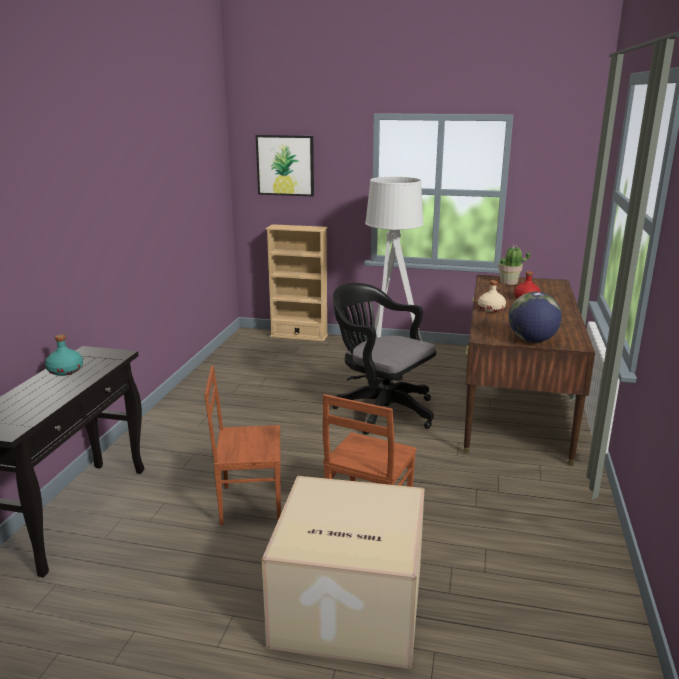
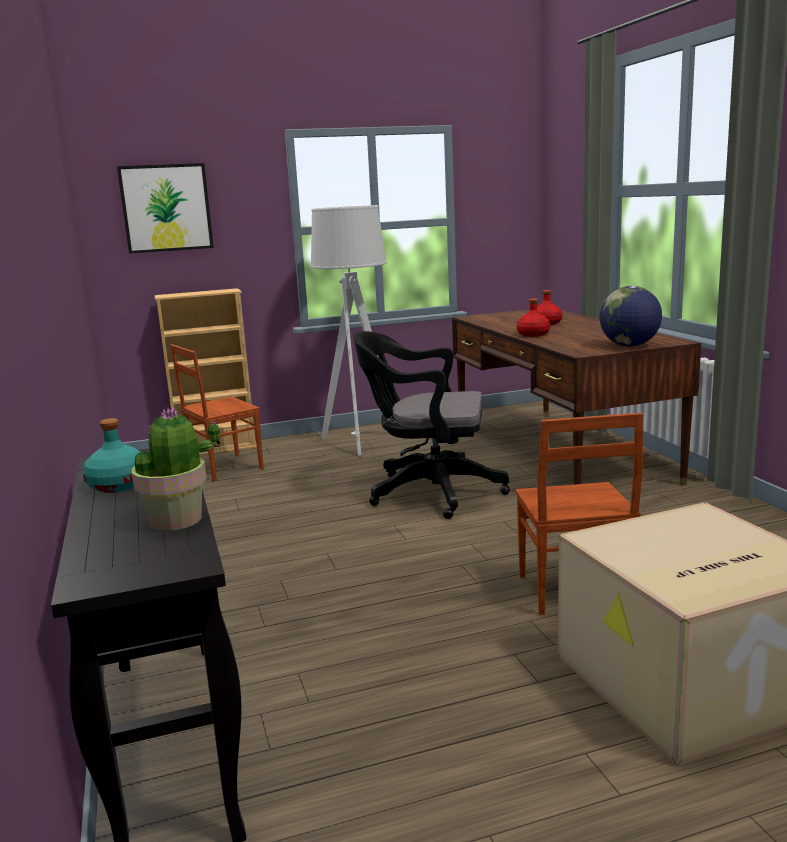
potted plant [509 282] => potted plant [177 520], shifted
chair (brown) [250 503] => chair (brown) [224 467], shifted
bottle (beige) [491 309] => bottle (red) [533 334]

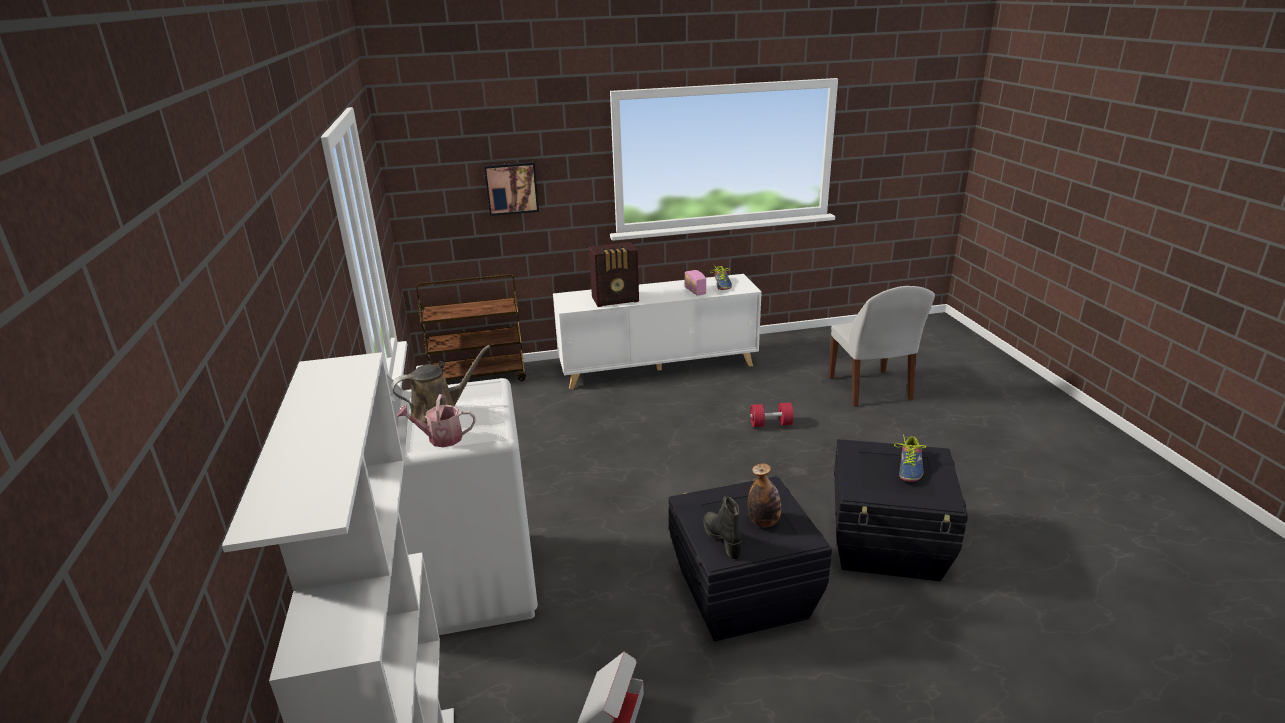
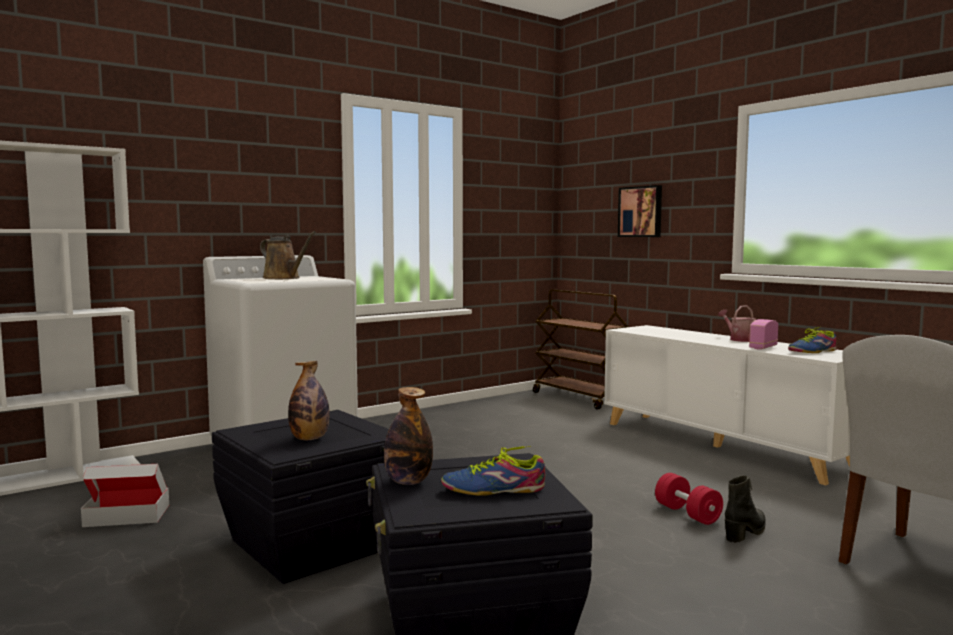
nothing => bottle [408 481]
watering can [440 438] => watering can [739 339], shifted
boot (black) [722 539] => boot (black) [746 532], shifted
radio [616 300] => nothing

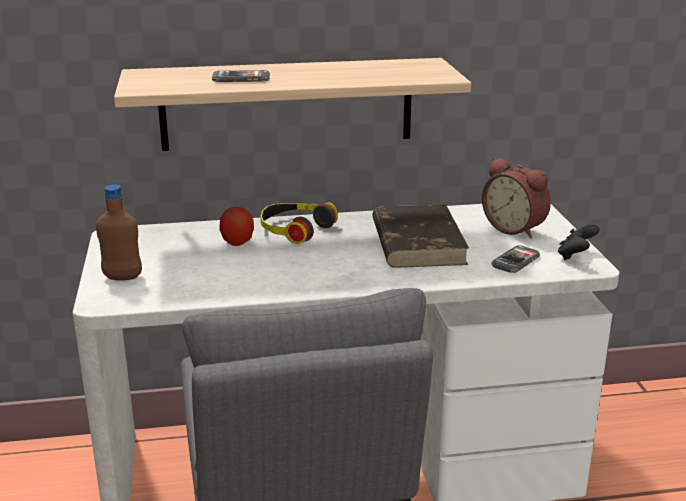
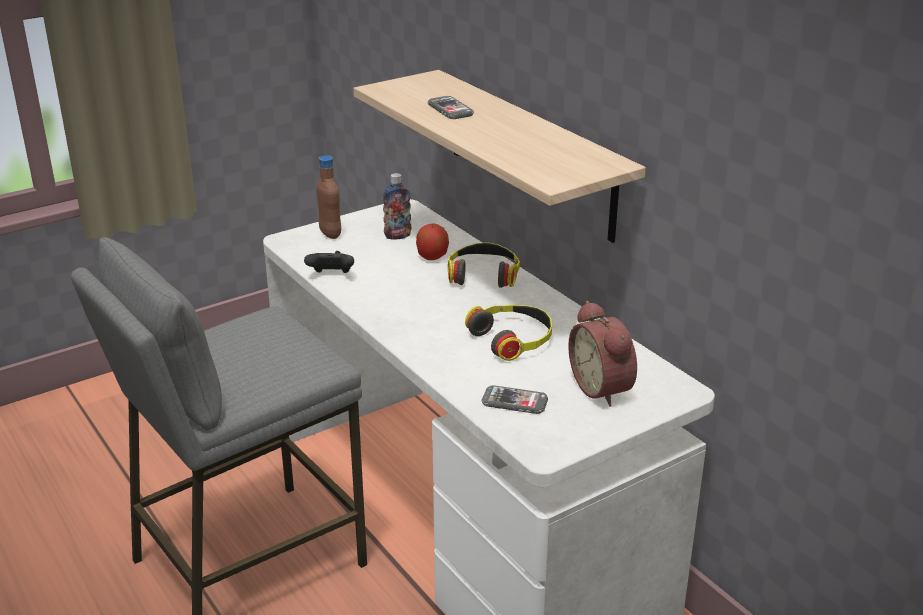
game controller (black) [575 256] => game controller (black) [331 276], shifted
nothing => bottle [397 236]
book (brown) [417 241] => headphones [513 338]
alarm clock [515 228] => alarm clock [604 388], 45 degrees counterclockwise

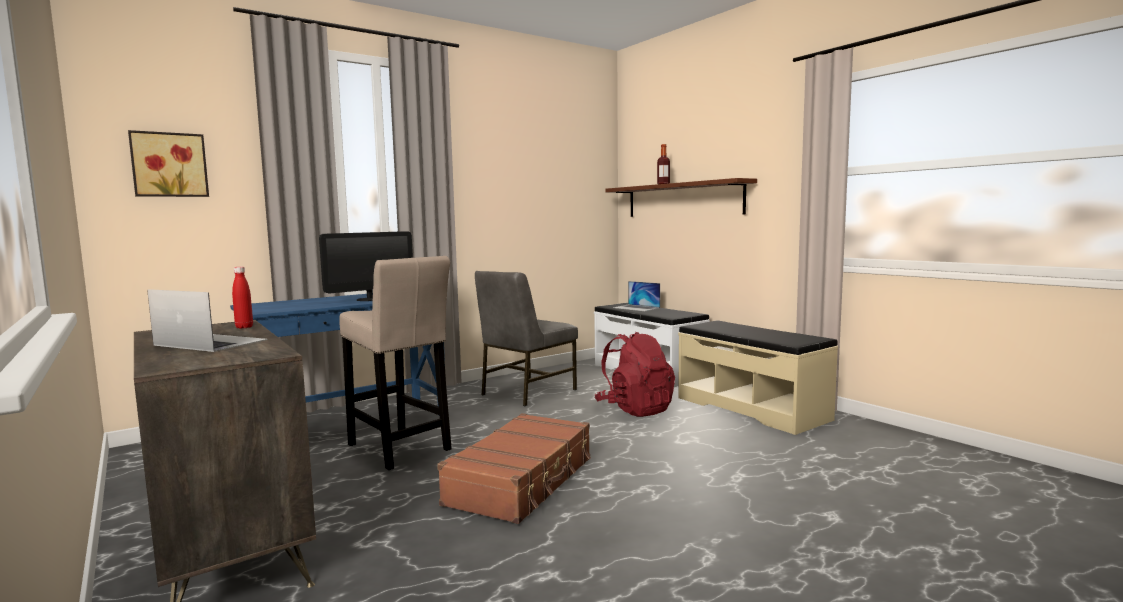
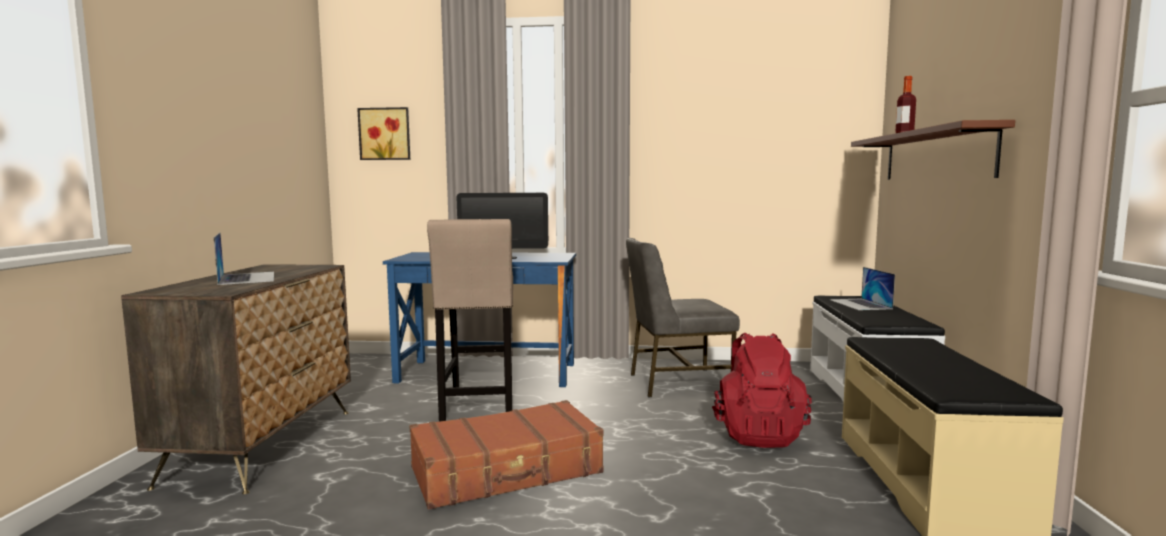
bottle (red) [244 327] => nothing

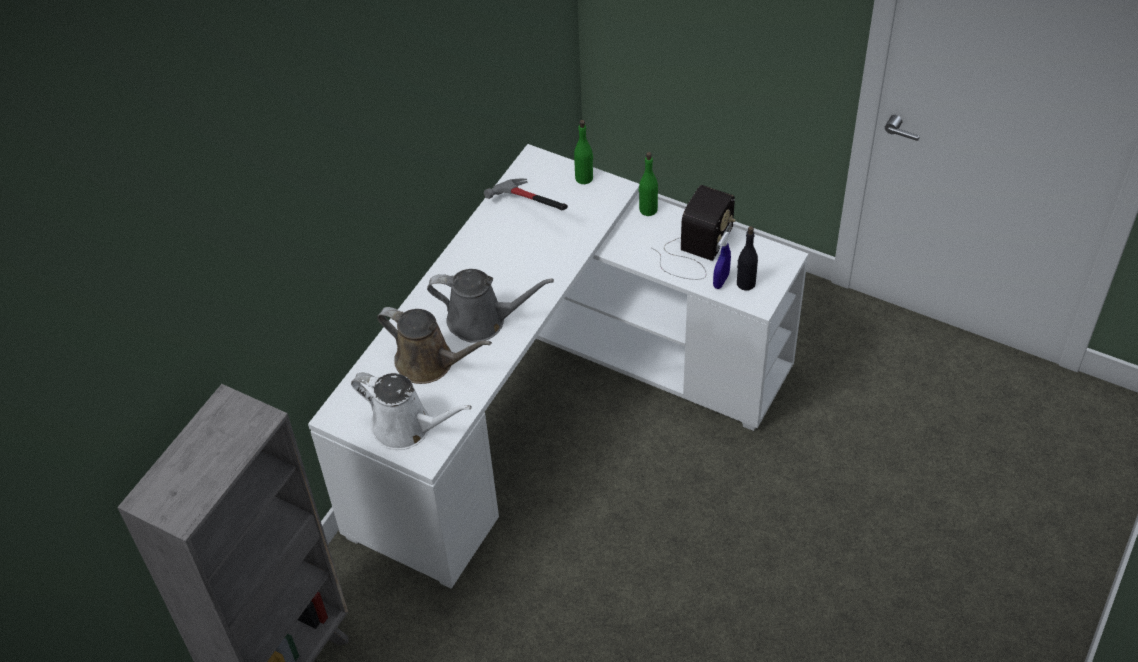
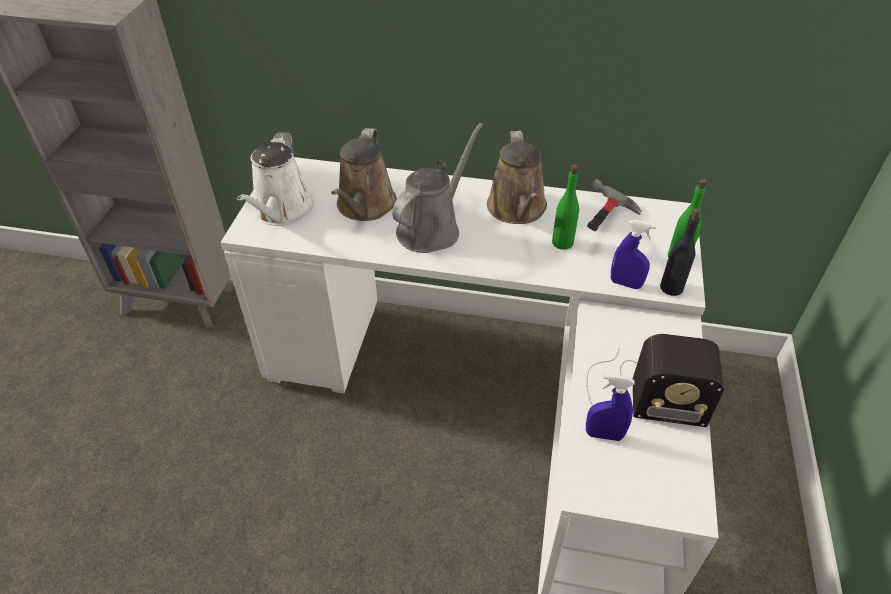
watering can (grey) [482 320] => watering can (grey) [432 228], 135 degrees counterclockwise
nothing => watering can (brown) [517 209]
bottle (green) [648 209] => bottle (green) [562 242], shifted
nothing => spray bottle (blue) [625 283]
bottle (black) [745 283] => bottle (black) [671 287], shifted

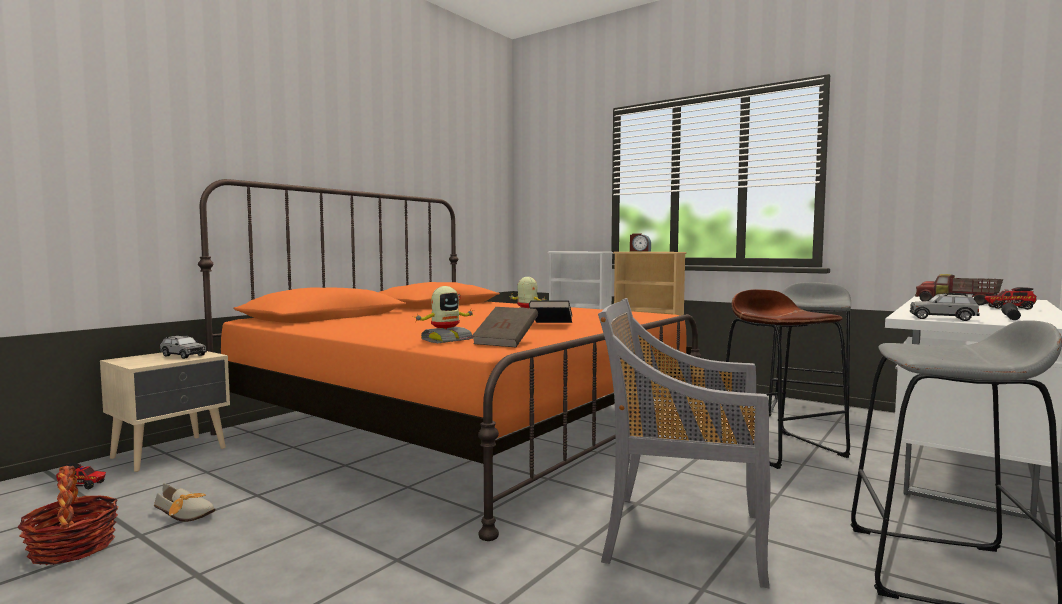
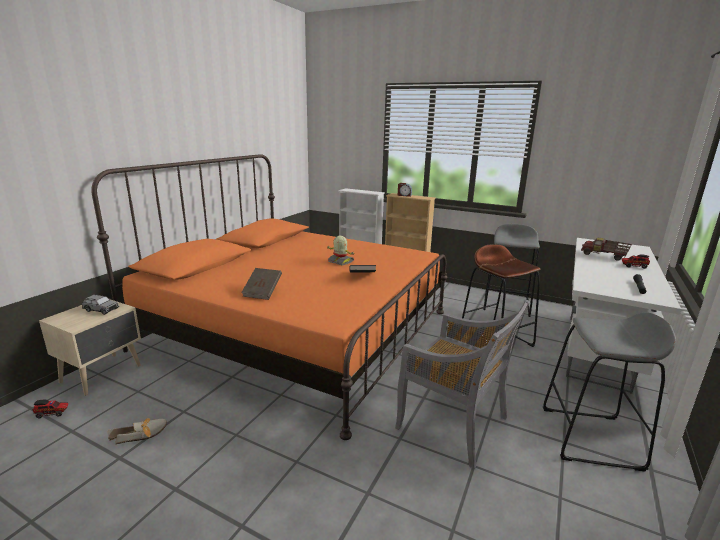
shoe [187 514] => shoe [143 434], 45 degrees counterclockwise
book (brown) [506 342] => book (brown) [262 292], shifted
chair (grey) [680 536] => chair (grey) [454 424], 150 degrees counterclockwise
basket [72 548] => nothing
toy robot [446 340] => nothing
toy car (grey) [942 318] => nothing

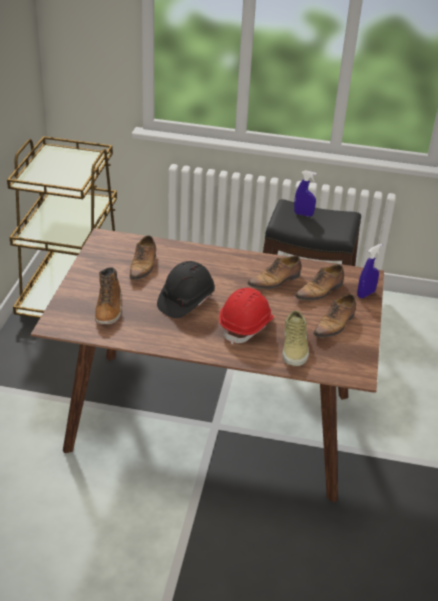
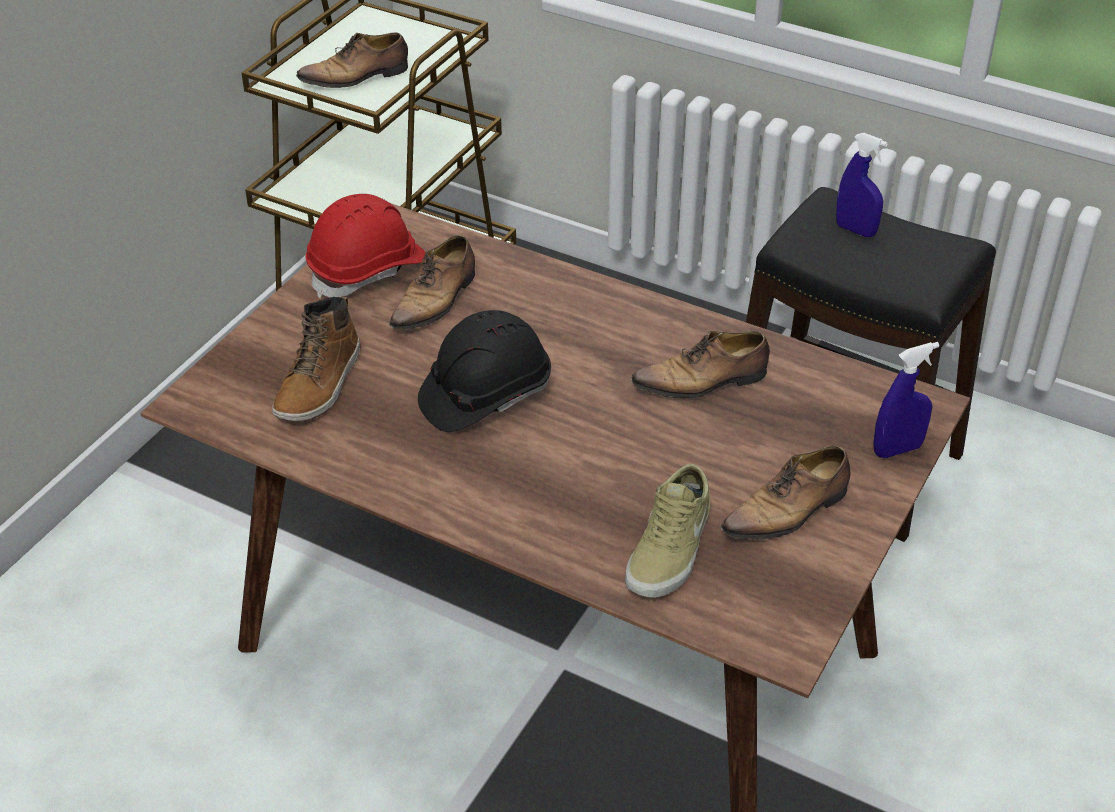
shoe [320 291] => shoe [357 77], shifted
hard hat (red) [246 326] => hard hat (red) [368 270], shifted

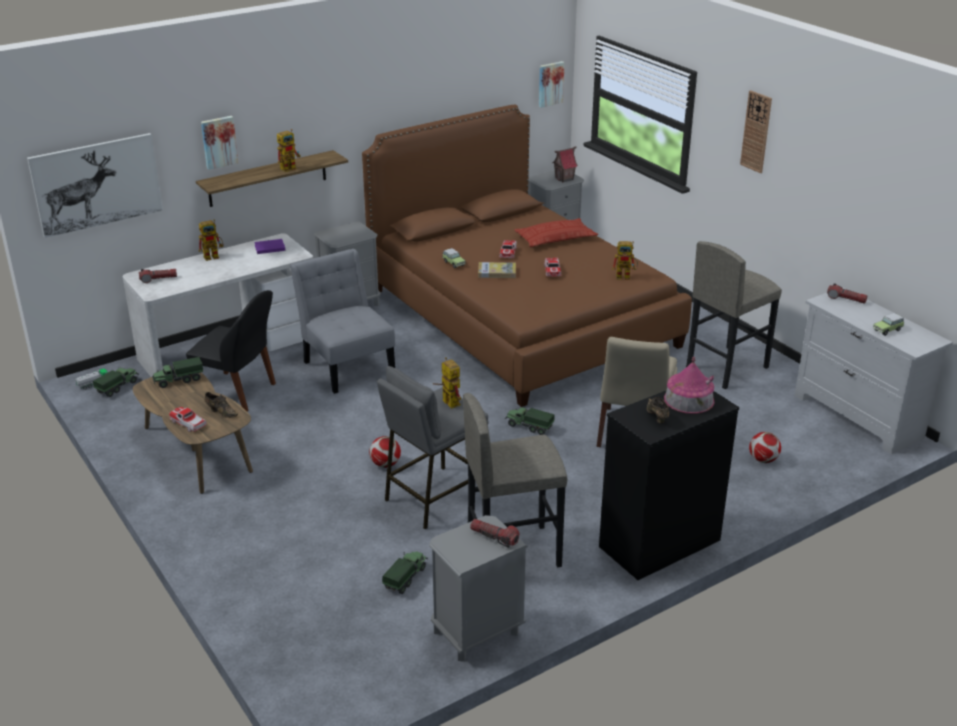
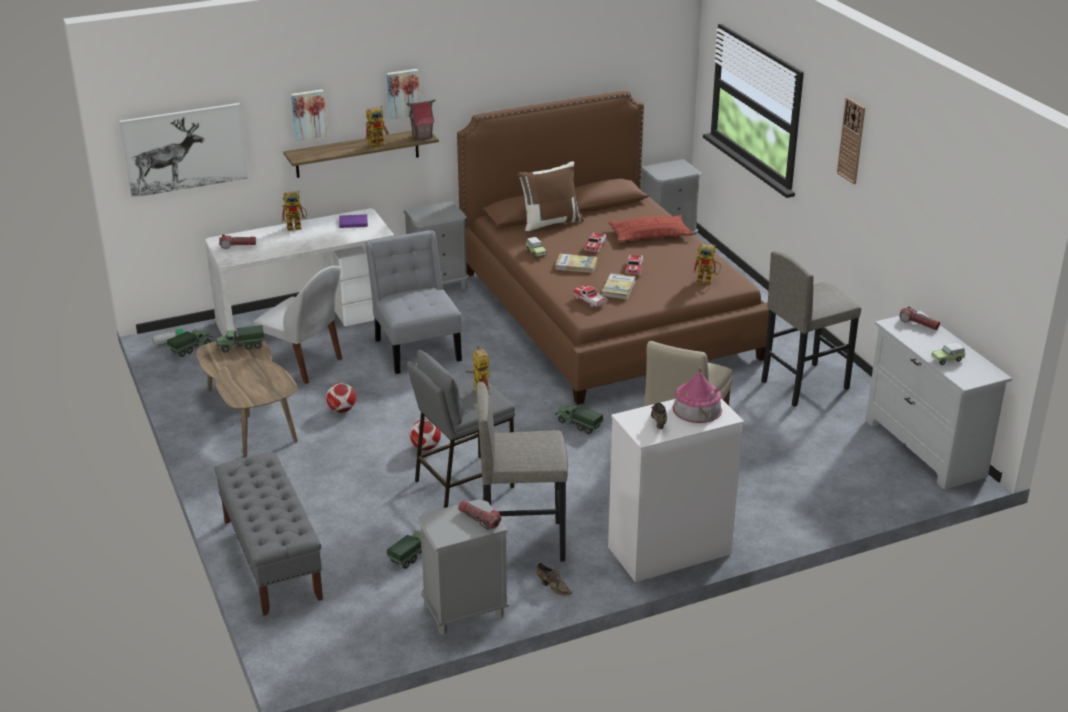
nothing => bench (grey) [271 558]
chair (black) [238 392] => chair (white) [303 364]
football [763 460] => football [341 410], shifted
picture [550 83] => picture [402 93], shifted
toy house [564 179] => toy house [422 136], shifted
nothing => pillow (brown) [550 223]
shoe (brown) [221 412] => shoe (brown) [552 586], shifted
toy car [188 423] => toy car [590 300], shifted
nothing => book [618 288]
dresser (black) [659 544] => dresser (white) [668 551]

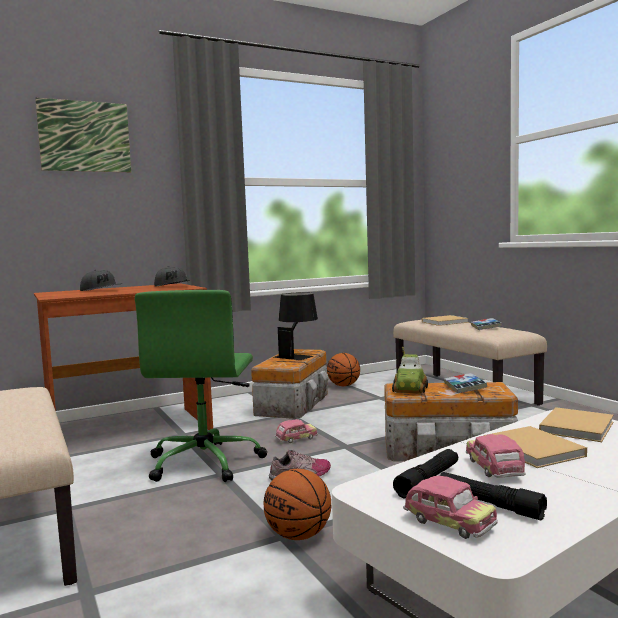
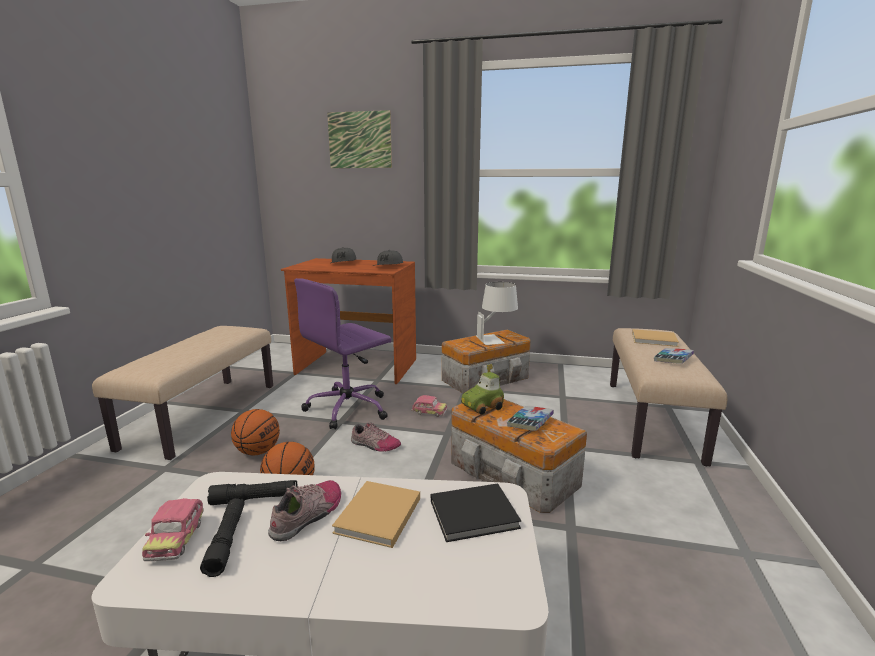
basketball [343 385] => basketball [258 452], shifted
toy car [494 469] => shoe [309 515]
office chair (green) [205 462] => office chair (purple) [349 408]
book (beige) [577 426] => book (black) [476 514]
table lamp (black) [297 355] => table lamp (white) [496 338]

